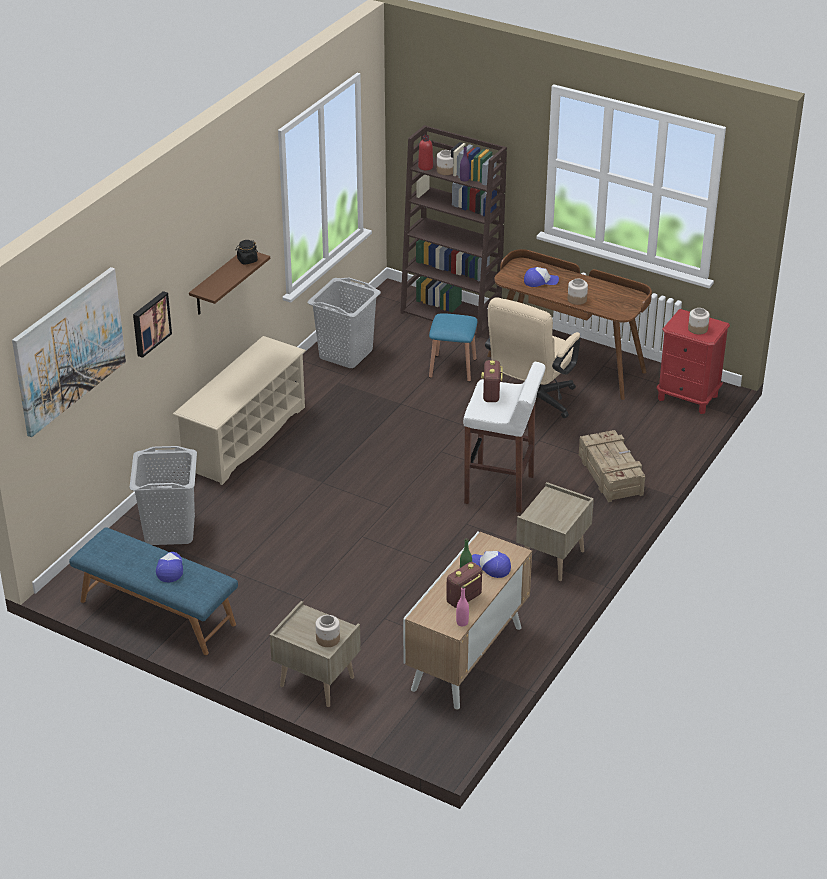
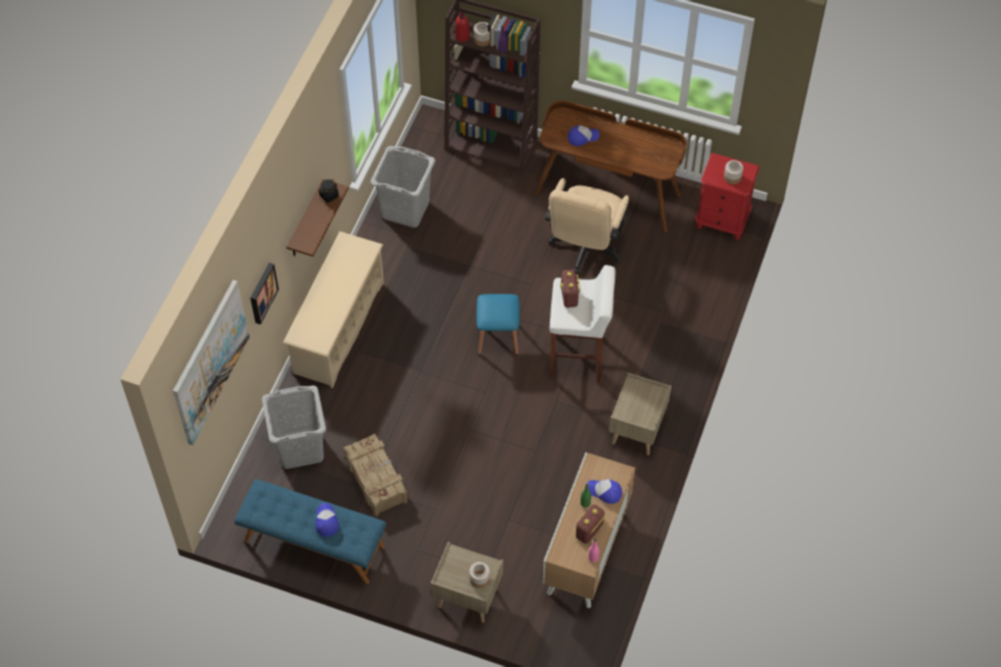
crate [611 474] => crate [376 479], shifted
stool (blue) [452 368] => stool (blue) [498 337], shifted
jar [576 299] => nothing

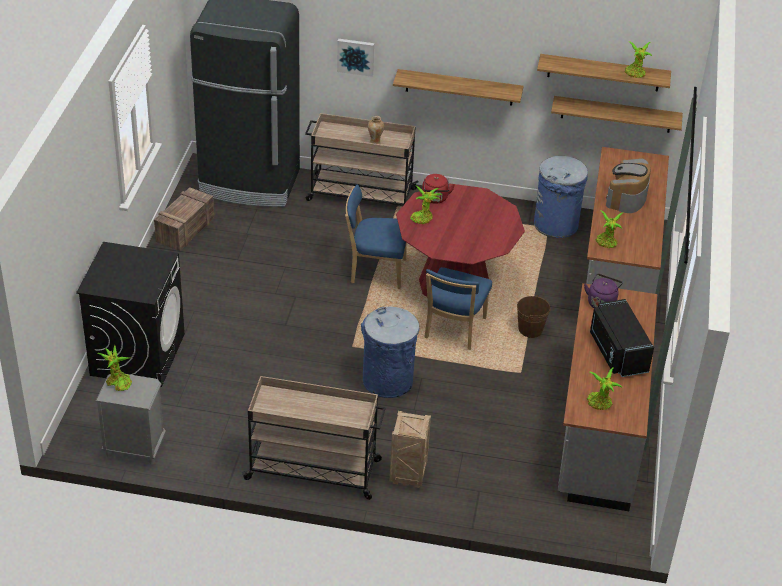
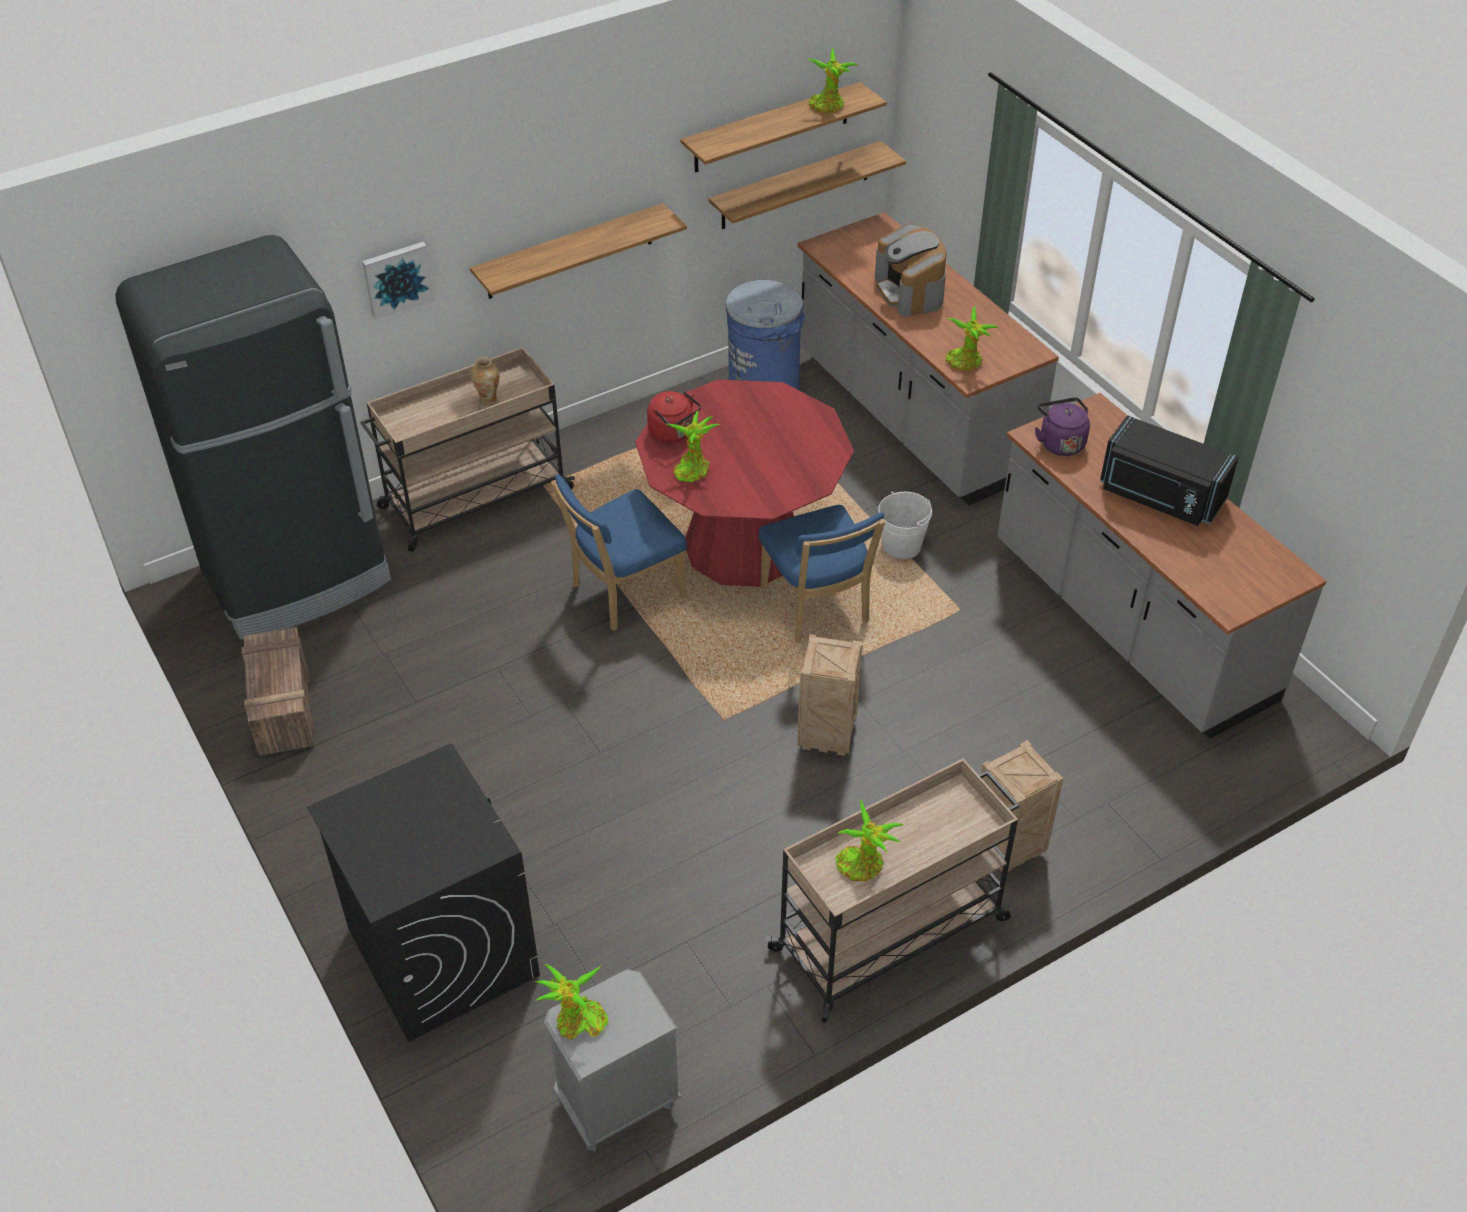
trash can (blue) [387 381] => crate [825 736]
potted plant [600 403] => potted plant [863 866], shifted
bucket (brown) [530 329] => bucket (white) [901 546]

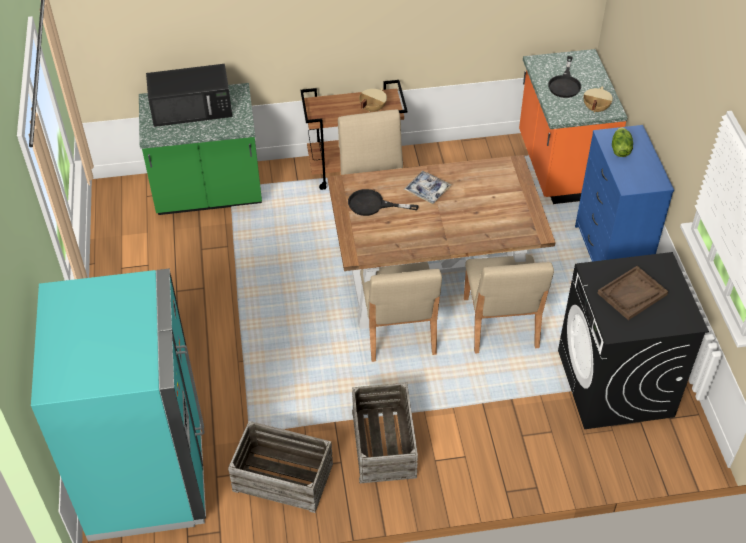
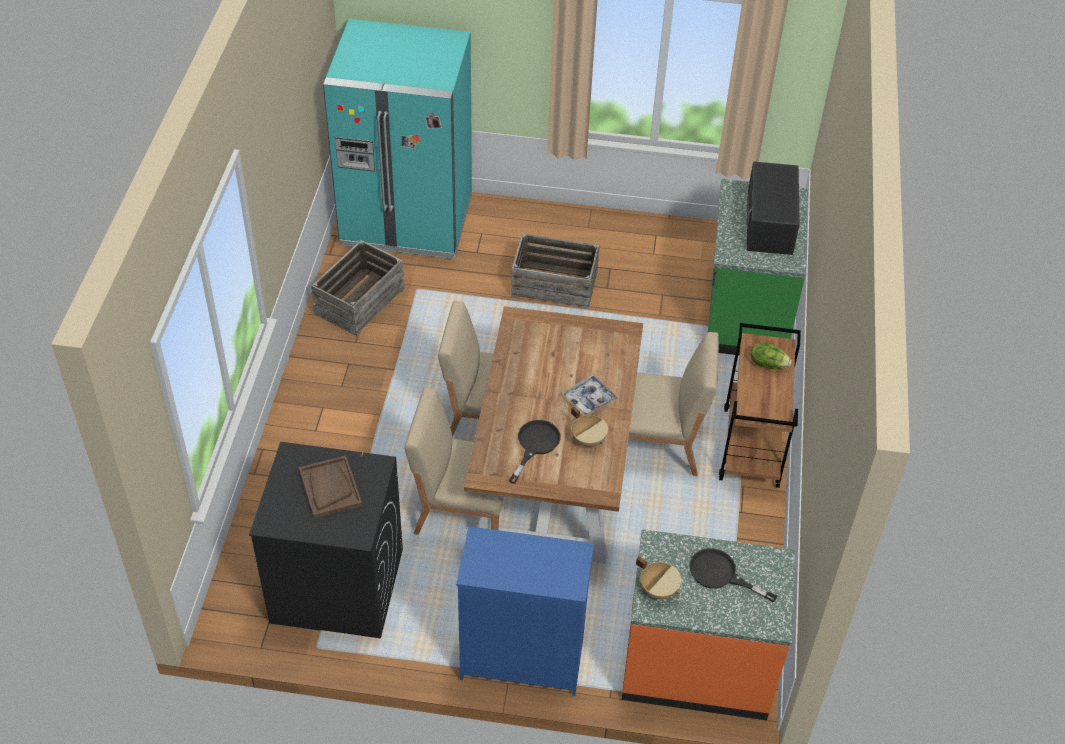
frying pan (black) [373 205] => frying pan (black) [535 445], shifted
crate [384 444] => crate [554 285], shifted
cooking pot (beige) [372 108] => cooking pot (beige) [588 439], shifted
lettuce [620 150] => lettuce [768 364], shifted

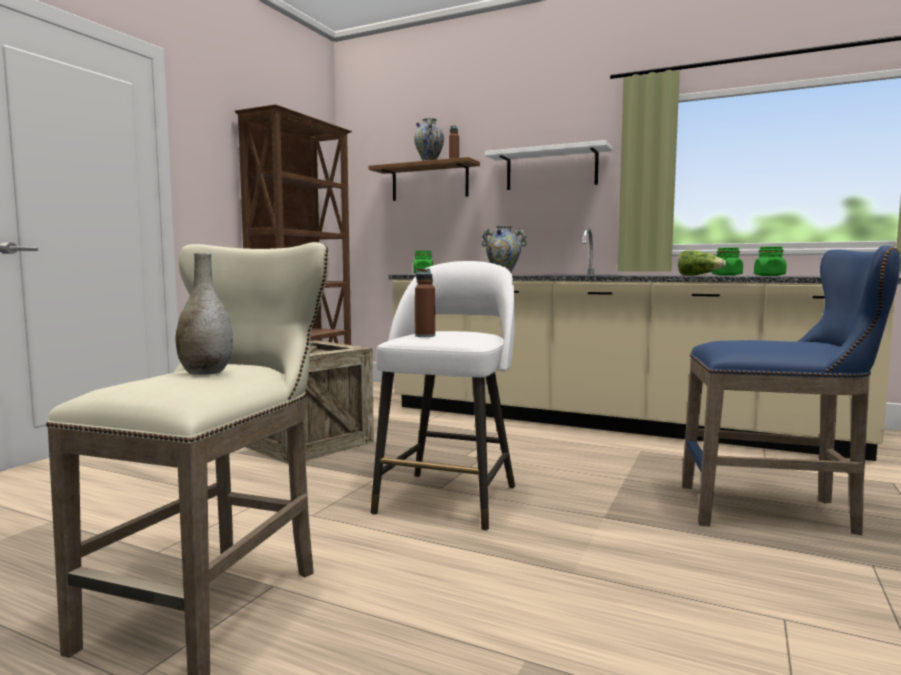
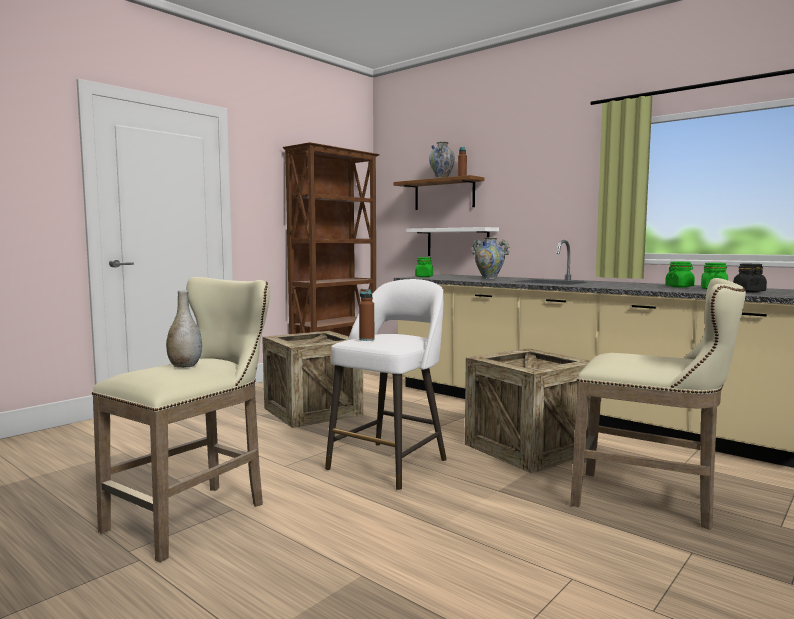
shelf (white) [551 169] => shelf (white) [457 242], shifted
nothing => crate [528 448]
stool (blue) [776 512] => stool (beige) [651 502]
nothing => jar (black) [748 291]
lettuce [698 275] => nothing

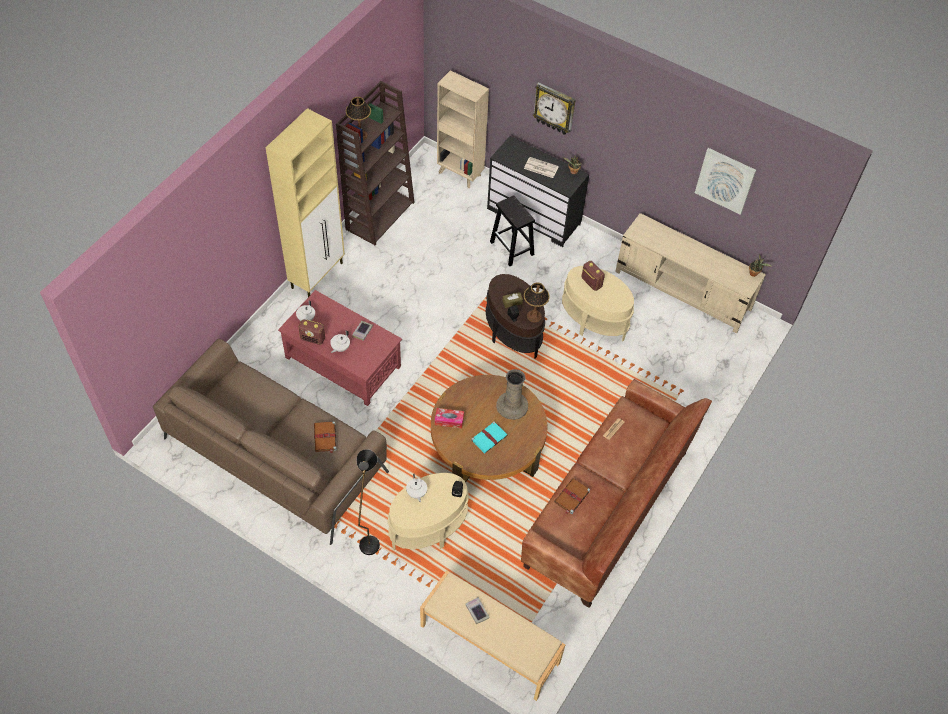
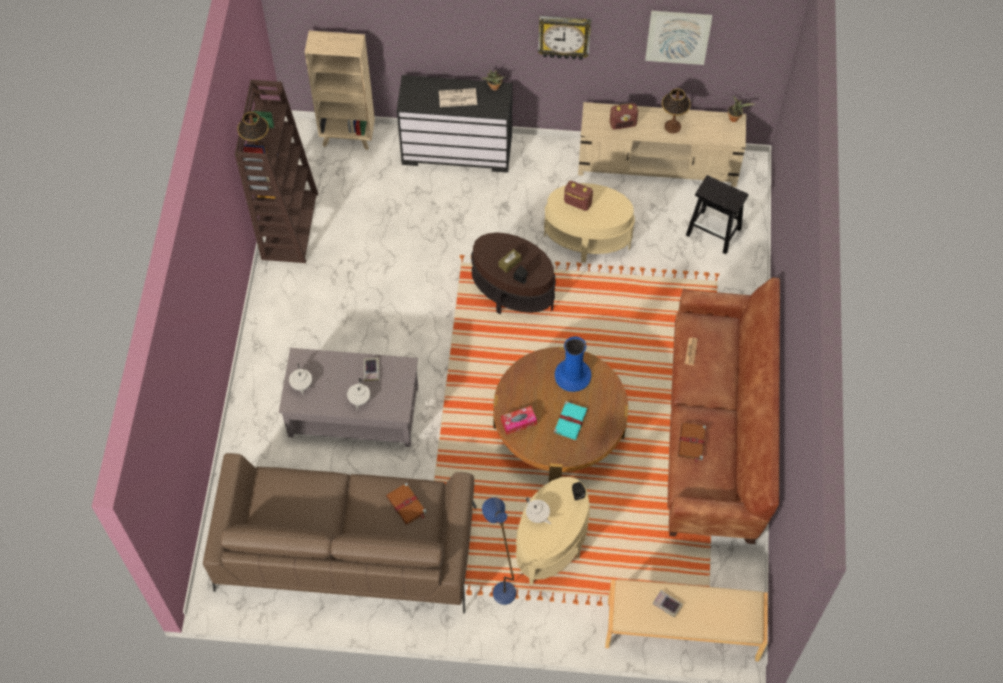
coffee table (red) [342 361] => coffee table (grey) [353 411]
floor lamp (black) [370 538] => floor lamp (blue) [500 585]
wall clock [554 108] => wall clock [564 36], shifted
vase (beige) [512 406] => vase (blue) [573 376]
radio [313 339] => radio [623 124], shifted
table lamp [534 316] => table lamp [672 127], shifted
stool (black) [512 248] => stool (black) [714 232], shifted
cabinet (beige) [318 275] => nothing

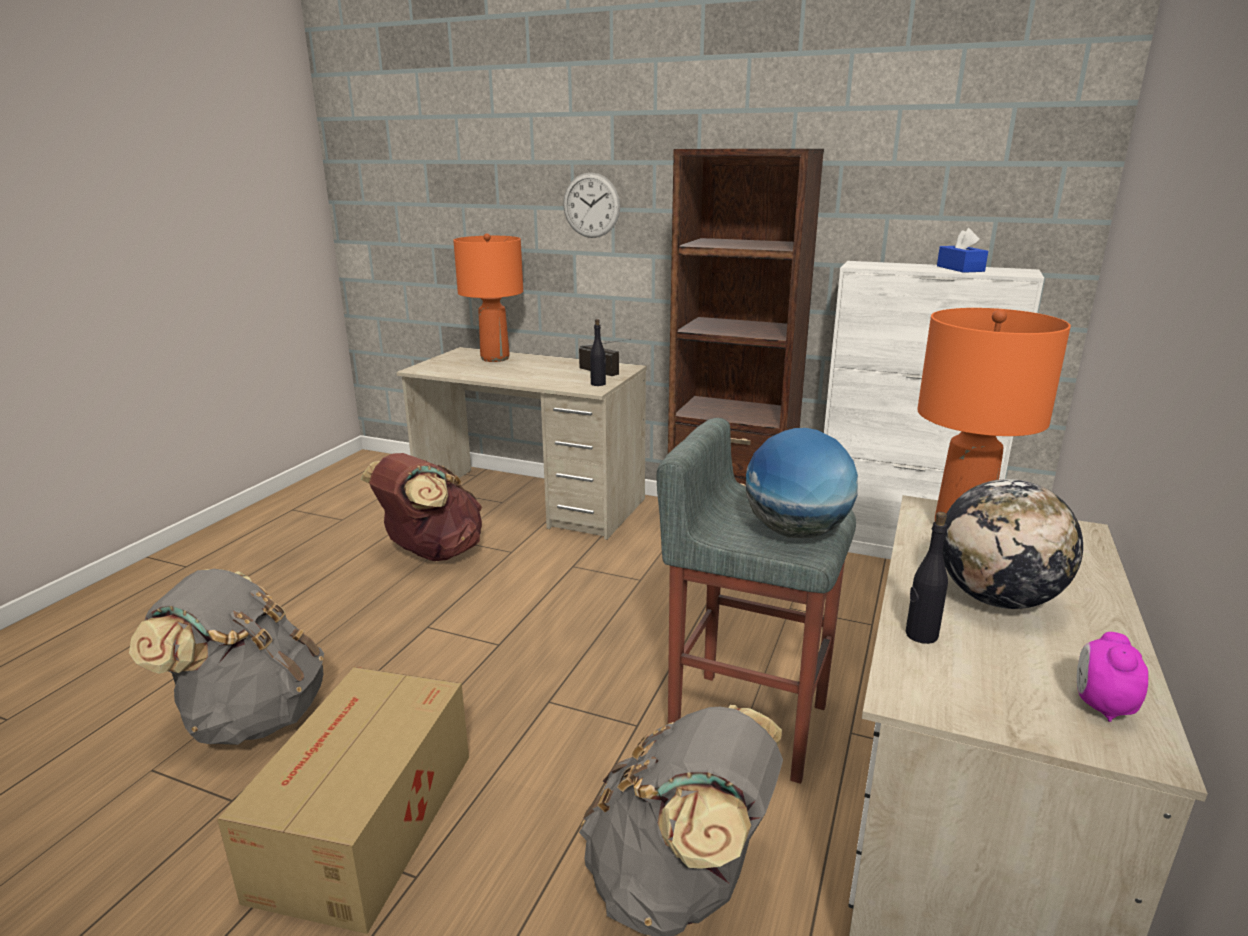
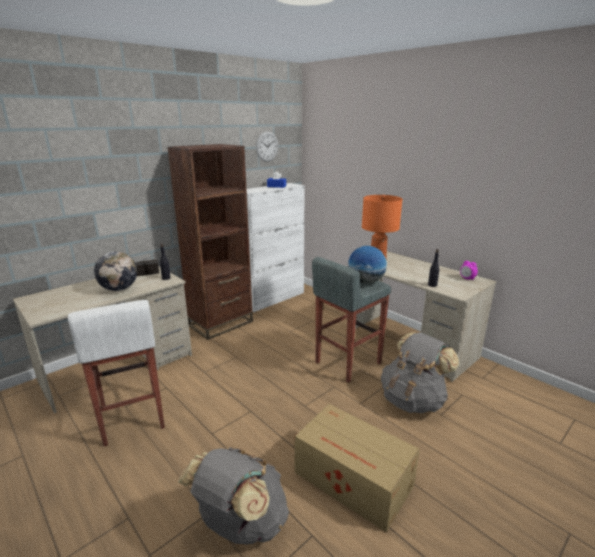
backpack (brown) [431 553] => stool (white) [131 418]
globe [997 599] => globe [119 289], shifted
wall clock [591 205] => wall clock [267 146], shifted
table lamp (orange) [494 358] => nothing

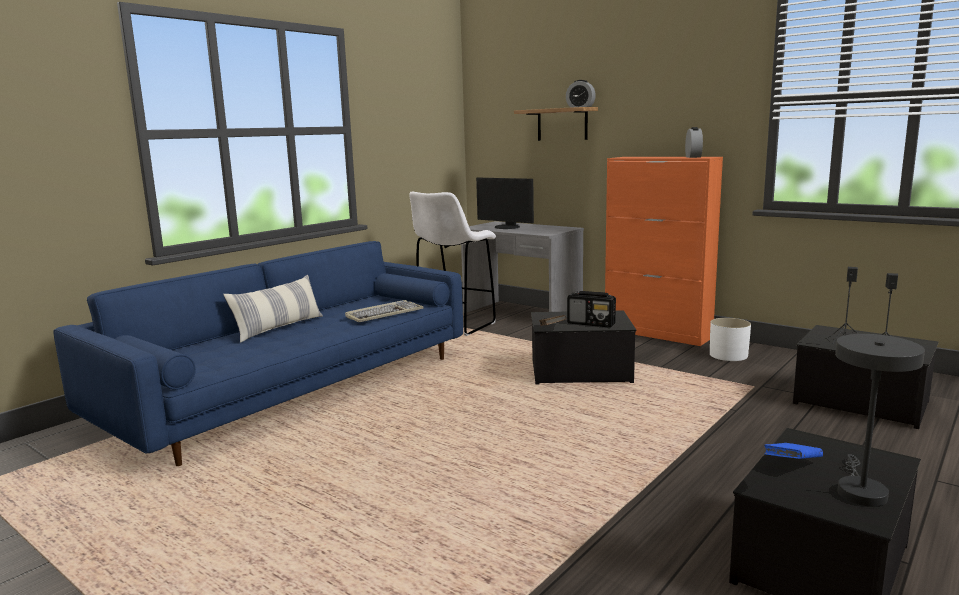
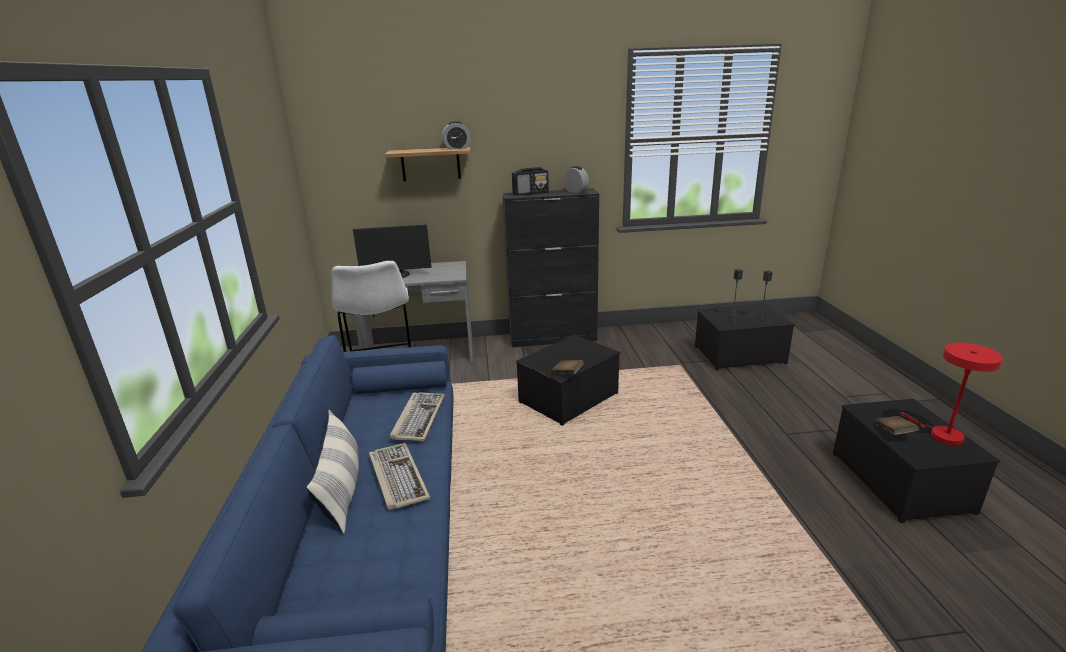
nothing => keyboard [397 477]
cabinet (orange) [657 333] => cabinet (black) [553 338]
radio [591 324] => radio [531 193], shifted
book (blue) [791 464] => book (brown) [894 433]
table lamp (grey) [859 490] => table lamp (red) [940 435]
planter (white) [728 355] => nothing

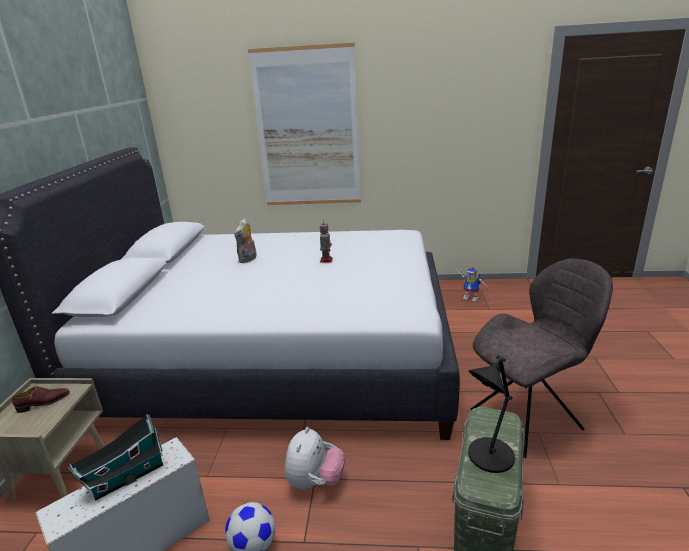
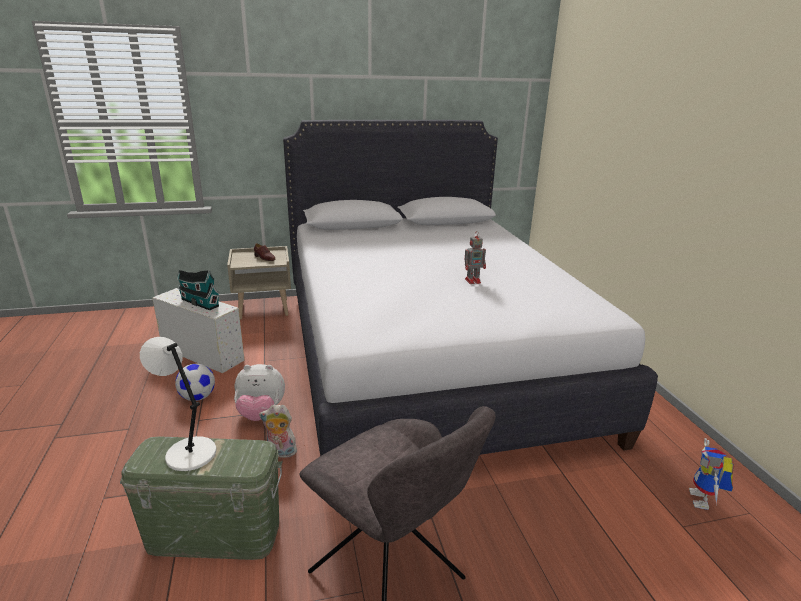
table lamp (black) [489 457] => table lamp (white) [189 453]
plush toy [248 260] => plush toy [280 452], shifted
picture [307 129] => nothing

